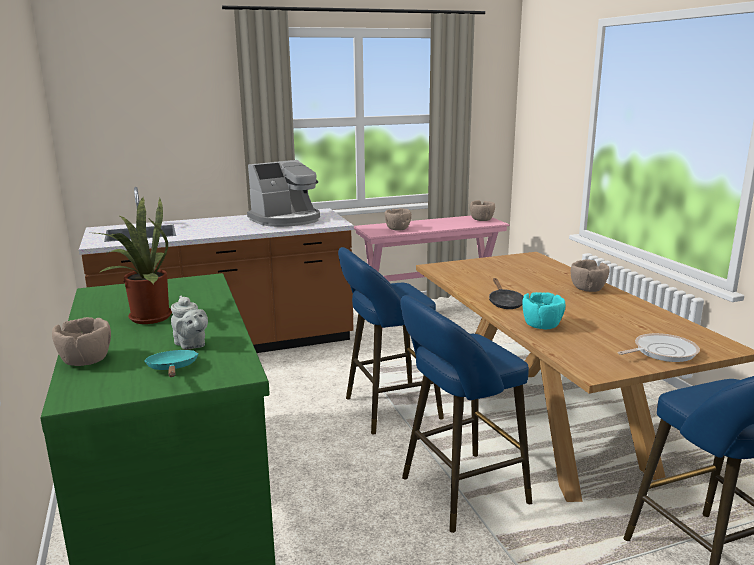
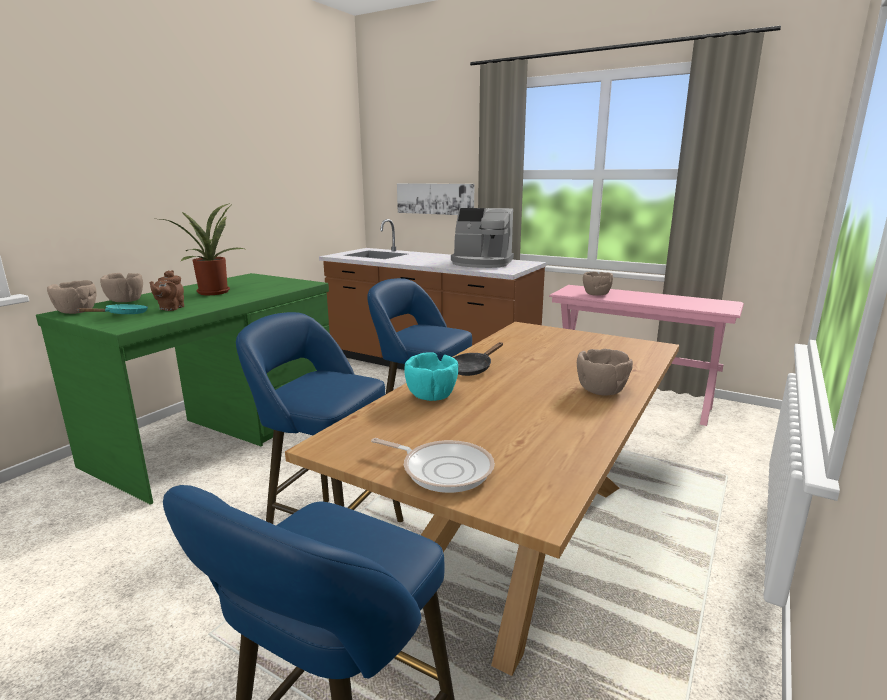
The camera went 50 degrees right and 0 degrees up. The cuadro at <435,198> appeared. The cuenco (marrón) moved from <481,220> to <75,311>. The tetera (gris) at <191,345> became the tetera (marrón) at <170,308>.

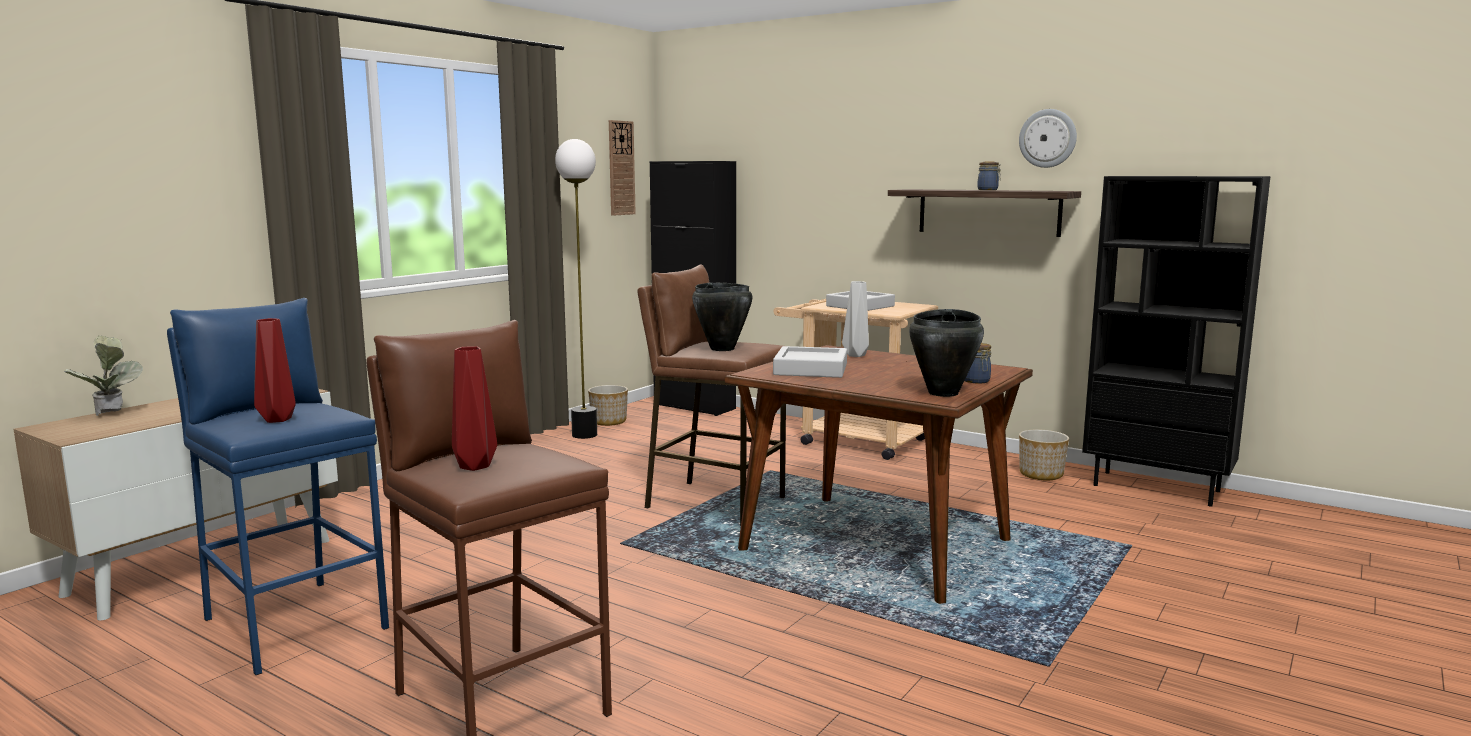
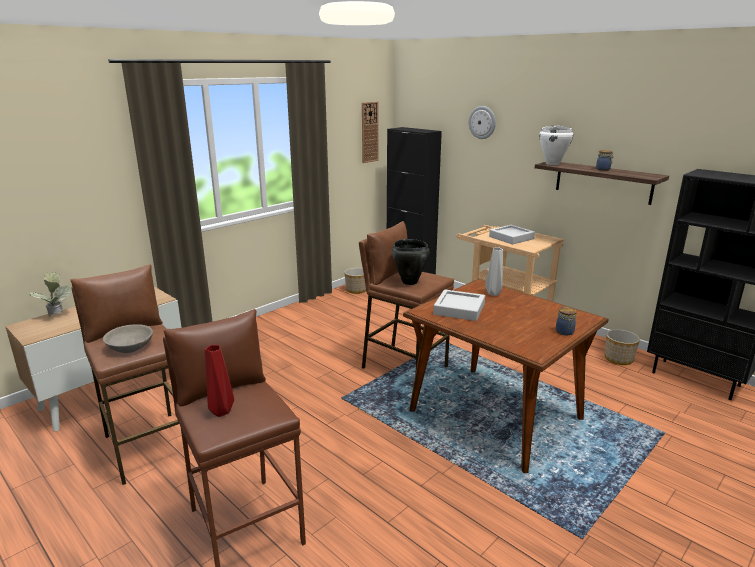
The camera went 10 degrees right and 10 degrees up. The lámpara de pie at <584,435> disappeared. The olla (negro) at <944,393> disappeared. The olla (blanco) at <553,163> appeared. The reloj de pared moved from <1048,138> to <482,122>. The florero (rojo) at <279,420> was replaced by the cuenco (gris) at <130,346>. The taburete (azul) at <294,623> became the taburete (marrón) at <150,445>.

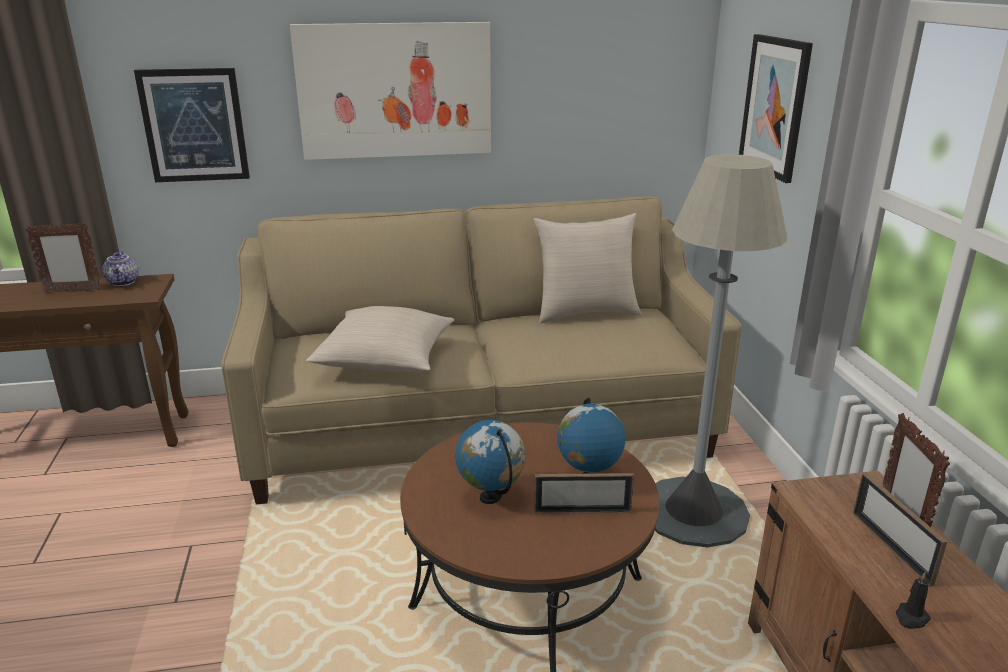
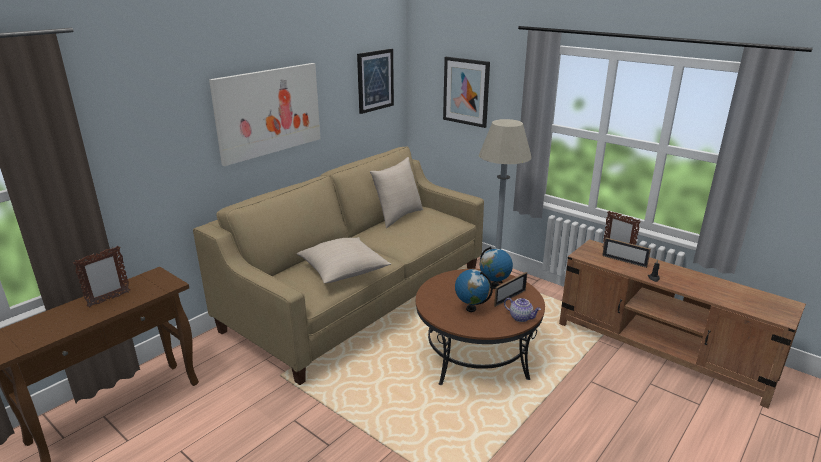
The camera went 40 degrees left and 0 degrees up. The tetera moved from <124,282> to <521,317>. The cuadro moved from <194,125> to <375,80>.

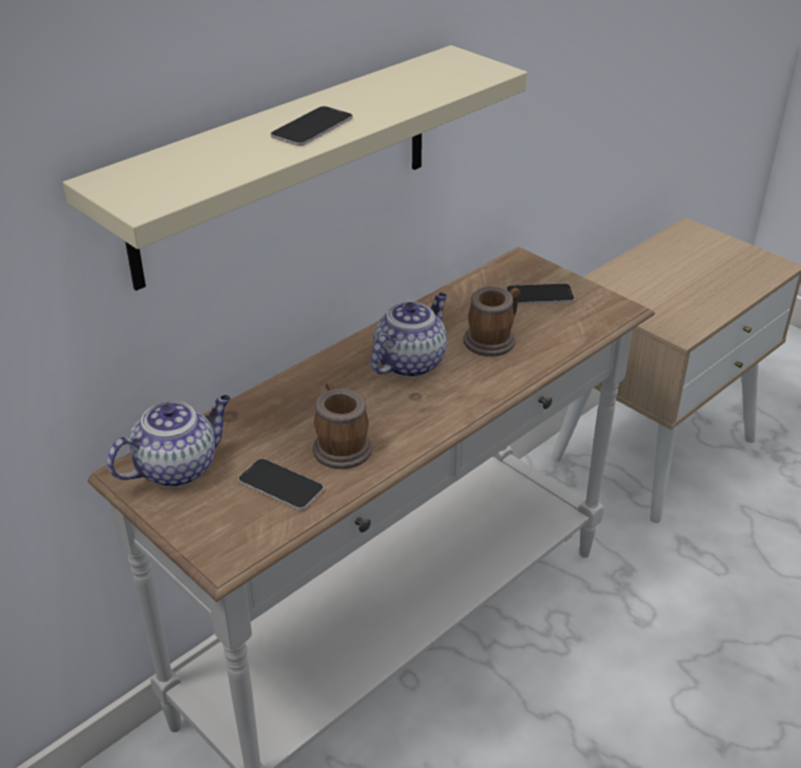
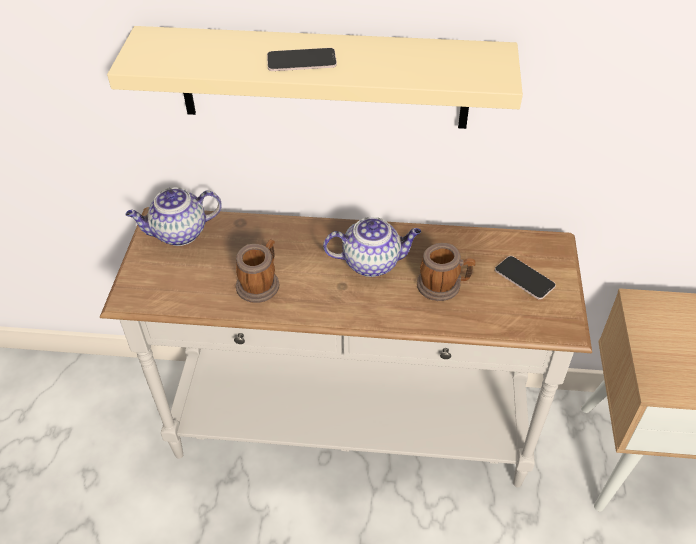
The camera went 50 degrees right and 10 degrees up. The móvil at <281,485> disappeared. The tetera at <178,467> turned 150 degrees clockwise.

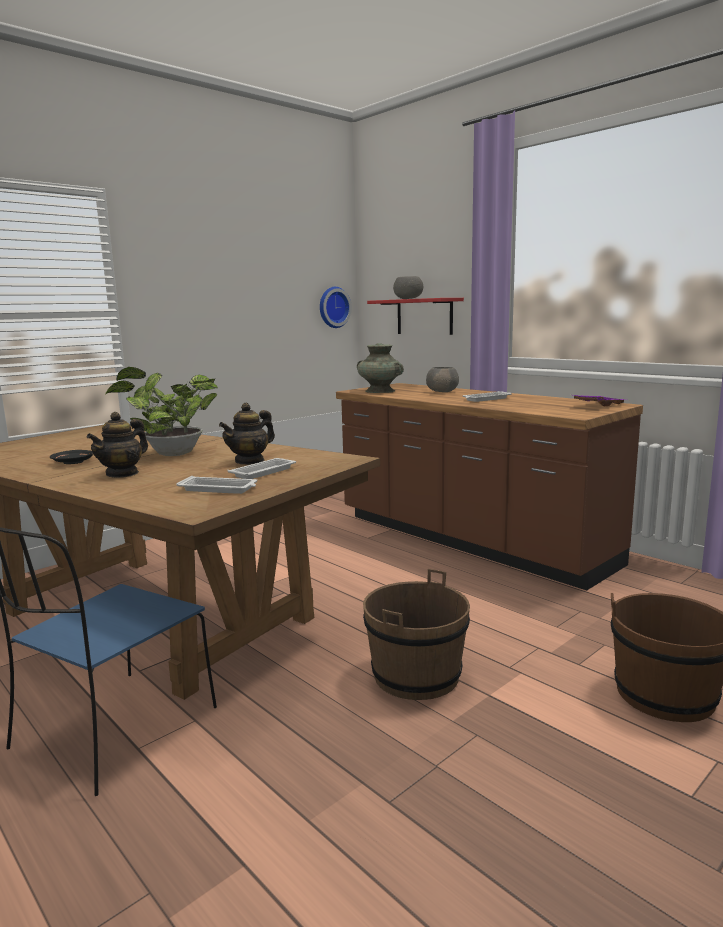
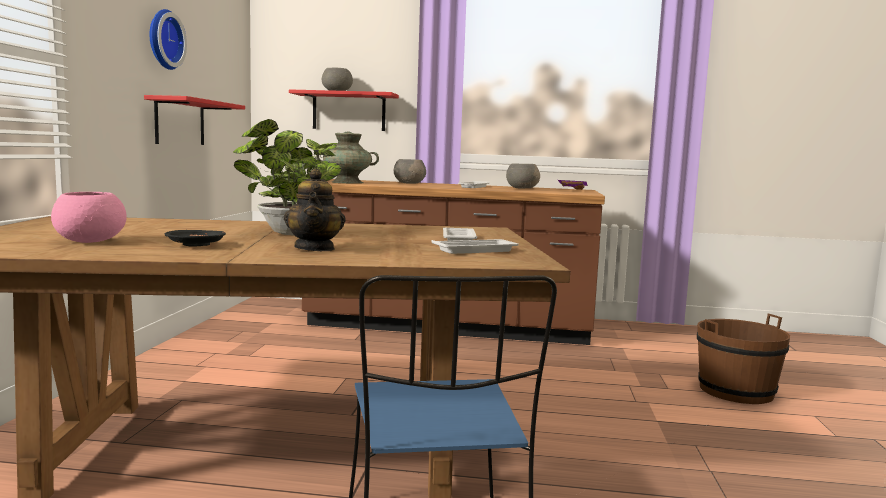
The camera went 40 degrees left and 5 degrees down. The tetera at <250,461> disappeared. The cubo (marrón) at <416,675> disappeared. The cuenco (rosa) at <89,241> appeared. The estante (rojo) at <180,122> appeared. The cuenco (gris) at <521,188> appeared. The reloj de pared moved from <333,307> to <163,39>.

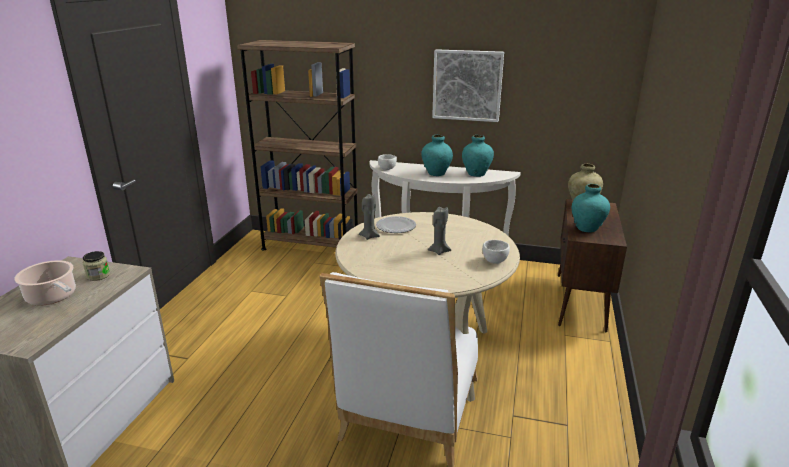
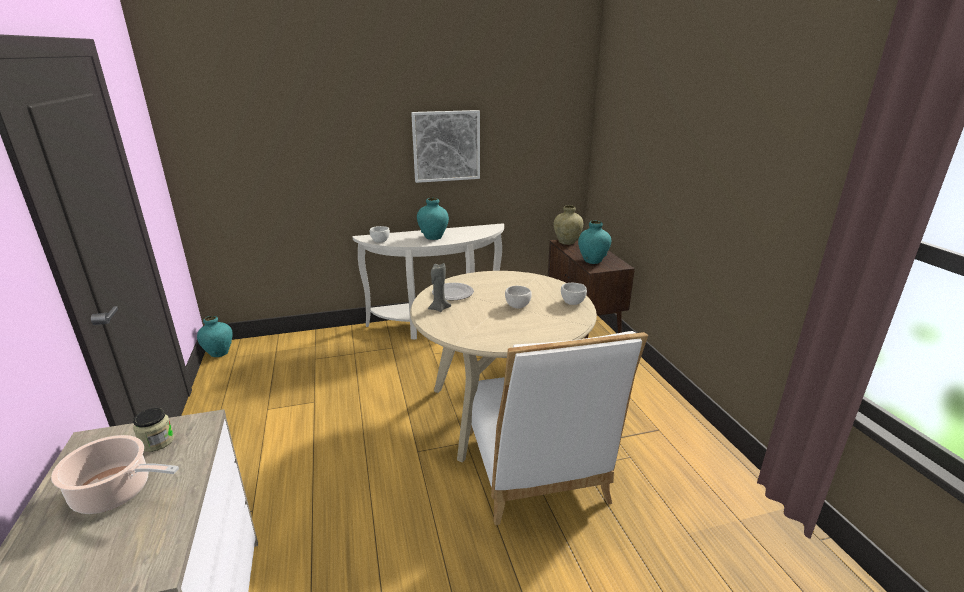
The camera went 30 degrees left and 0 degrees up. The estantería (marrón) at <310,246> disappeared. The florero (turquesa) moved from <476,174> to <219,353>. The vela (gris) at <439,251> was replaced by the cuenco (blanco) at <518,306>.

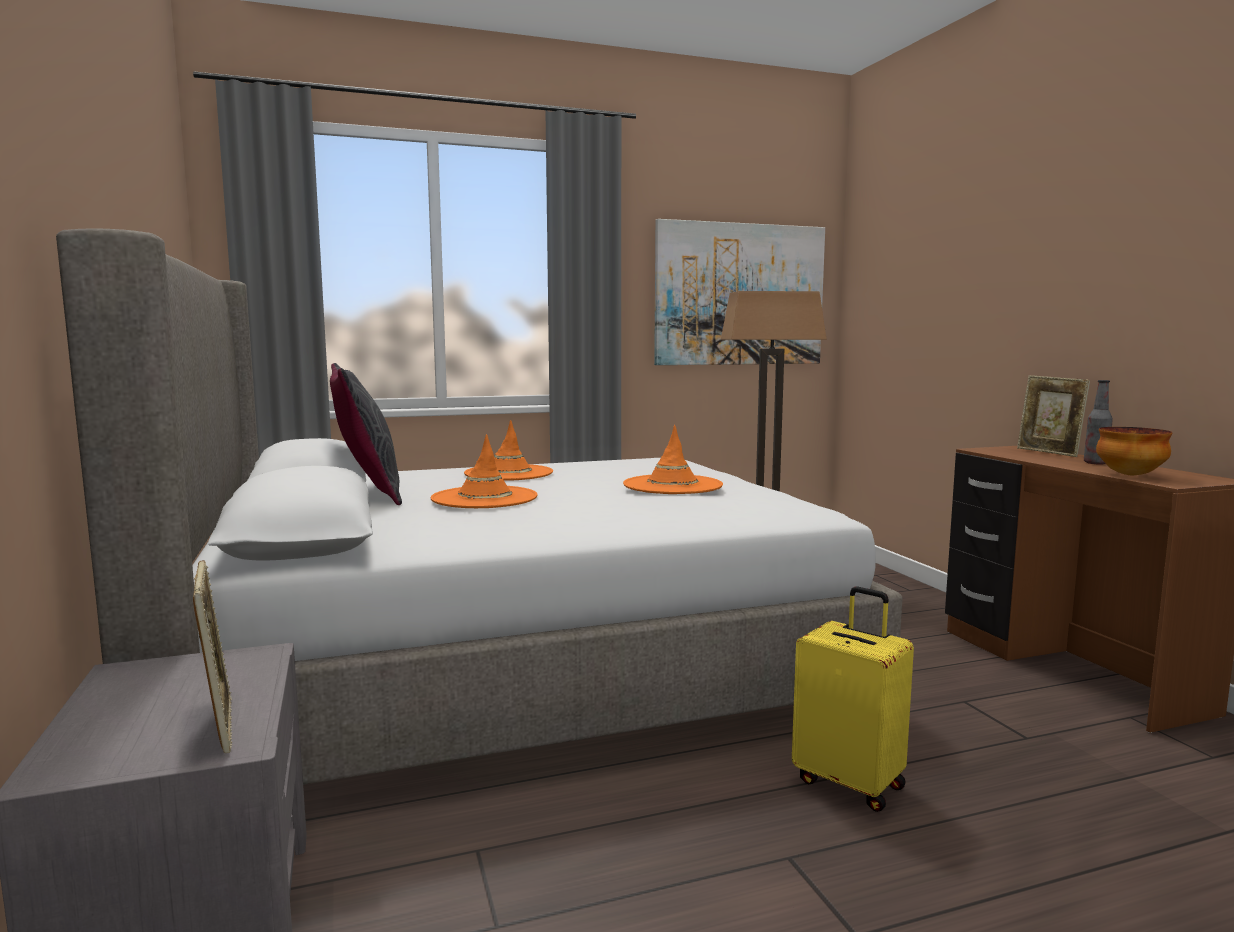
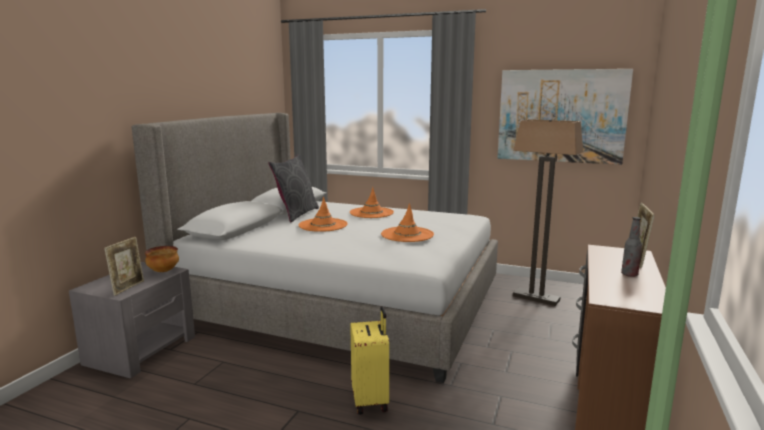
The camera went 40 degrees right and 5 degrees up. The cuenco moved from <1130,475> to <164,271>.

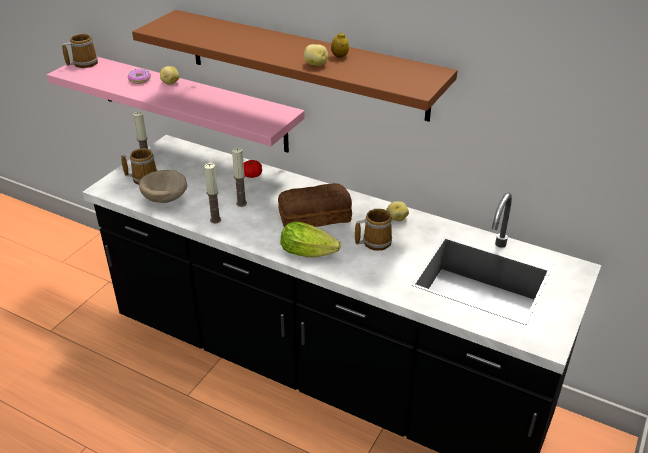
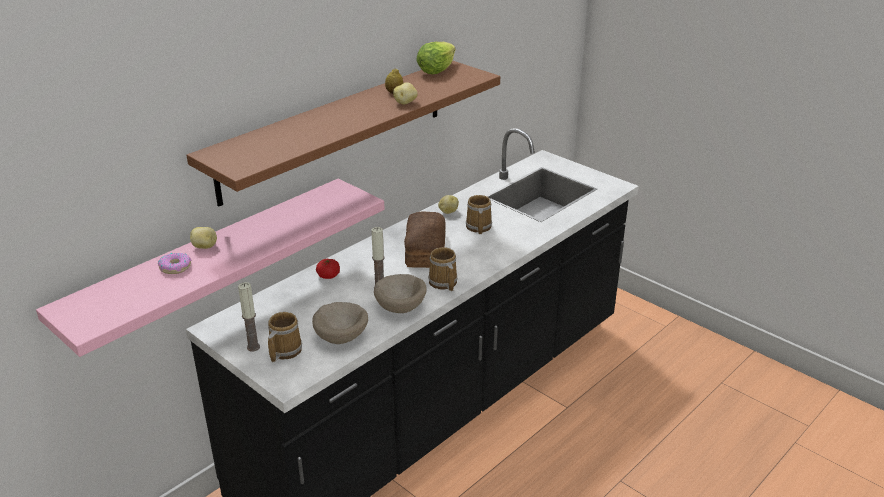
The camera went 75 degrees left and 5 degrees down. The taza grande moved from <83,63> to <442,283>. The lechuga moved from <311,252> to <438,69>. The vela at <215,220> was replaced by the cuenco (beis) at <401,306>.

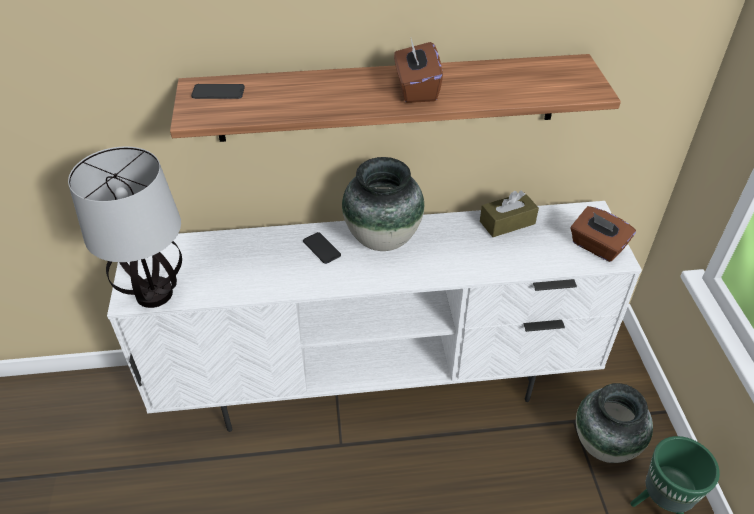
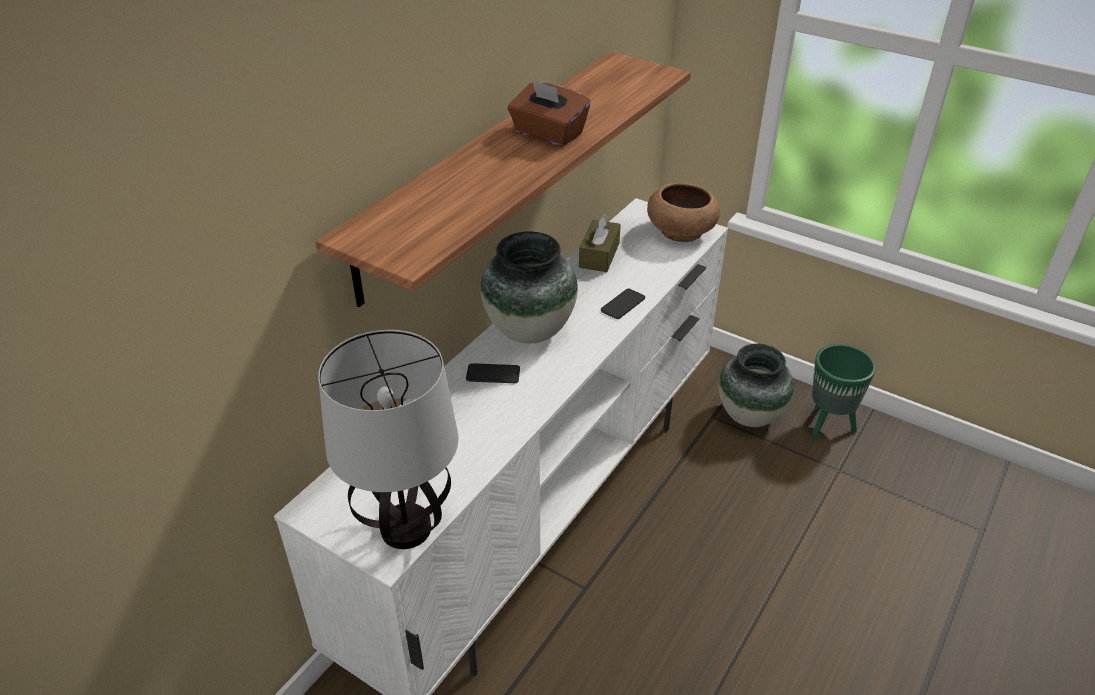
The camera went 50 degrees left and 5 degrees down. The móvil moved from <218,92> to <623,304>. The caja de pañuelos (marrón) at <597,246> was replaced by the cuenco (marrón) at <681,231>.

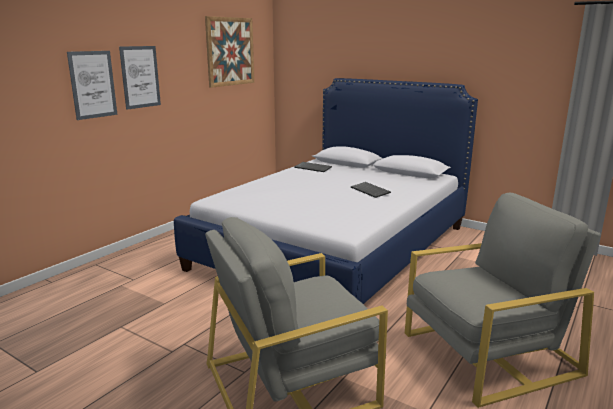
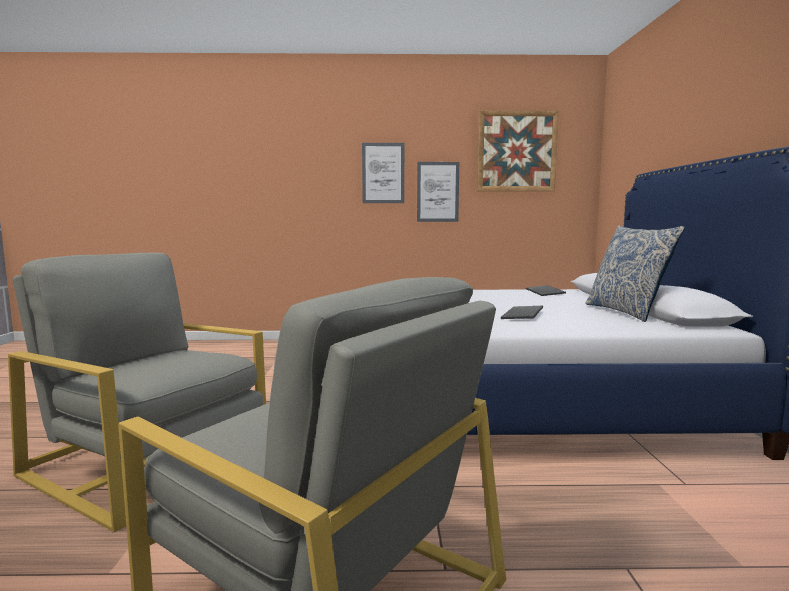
The camera went 55 degrees right and 10 degrees down. The cojín at <627,312> appeared. The cuadro moved from <93,84> to <437,192>.

